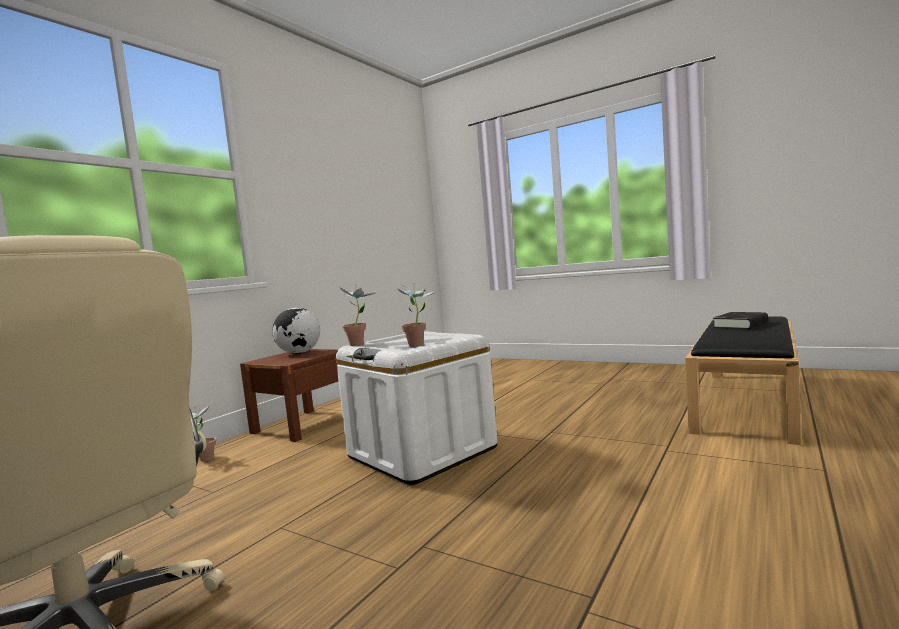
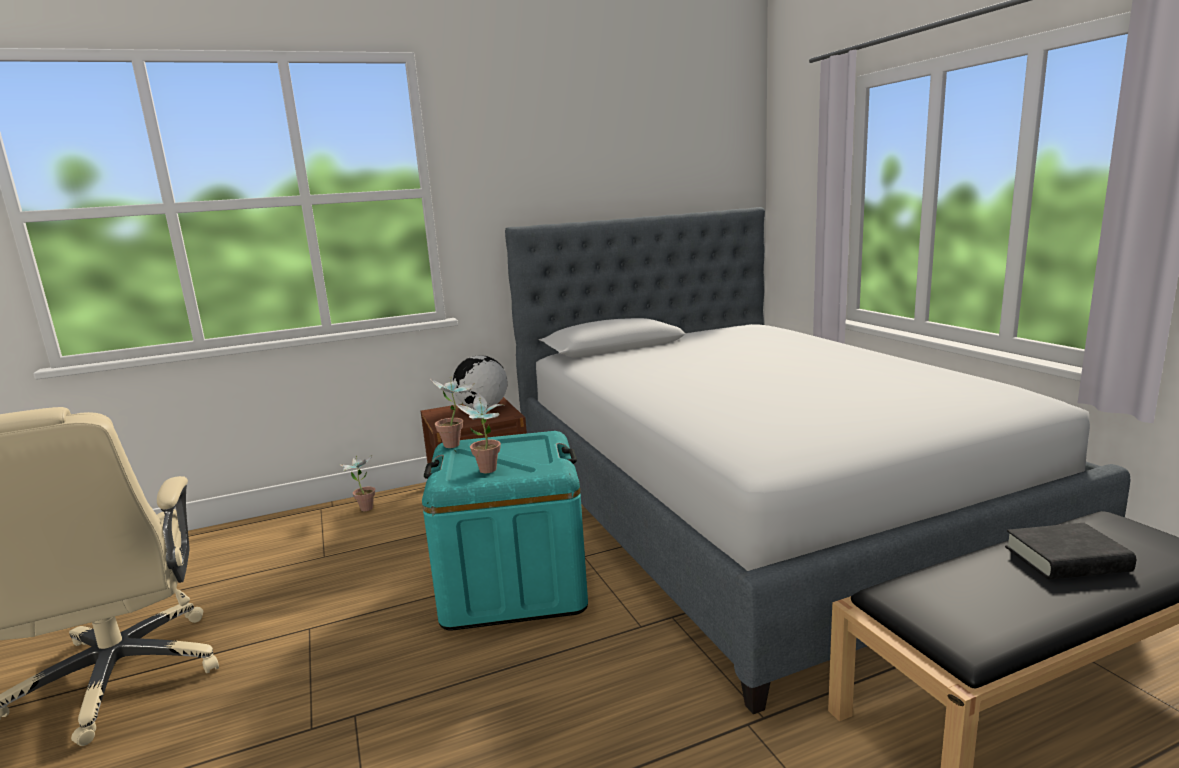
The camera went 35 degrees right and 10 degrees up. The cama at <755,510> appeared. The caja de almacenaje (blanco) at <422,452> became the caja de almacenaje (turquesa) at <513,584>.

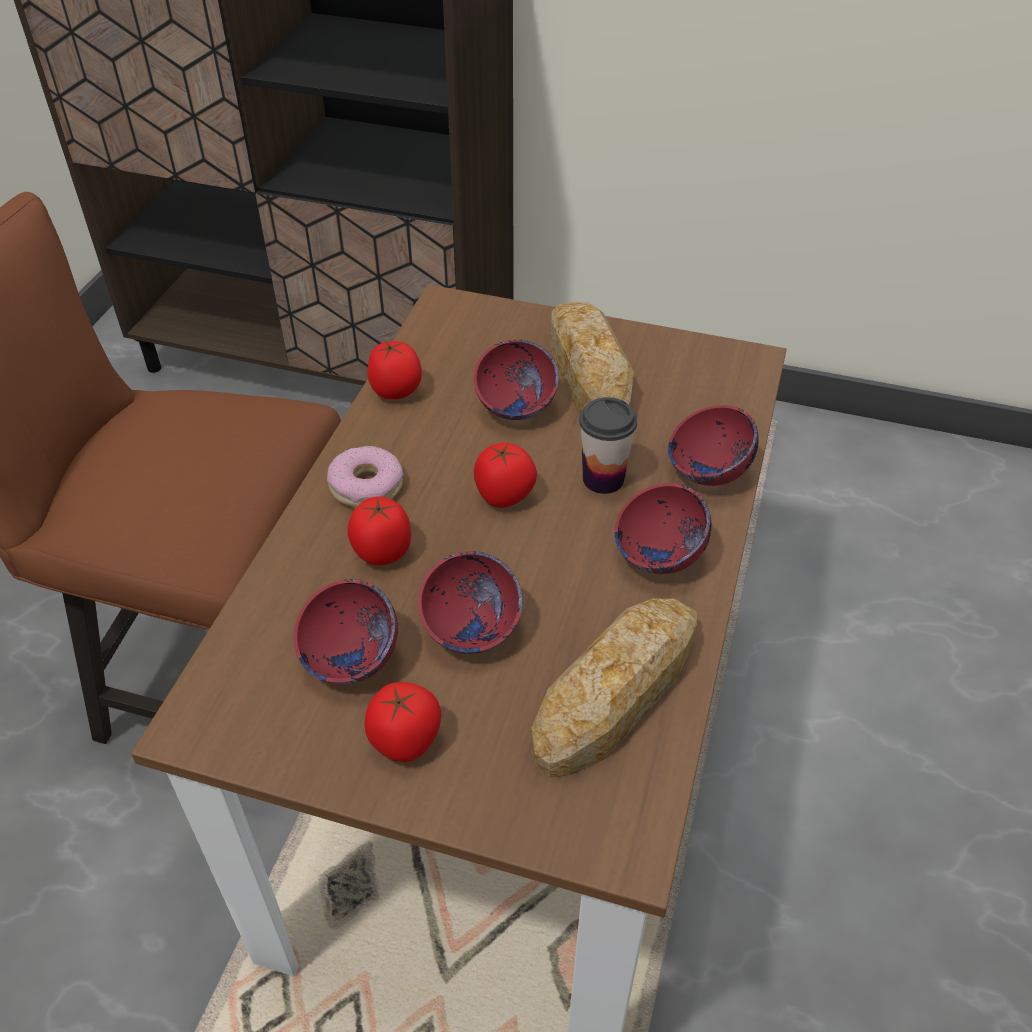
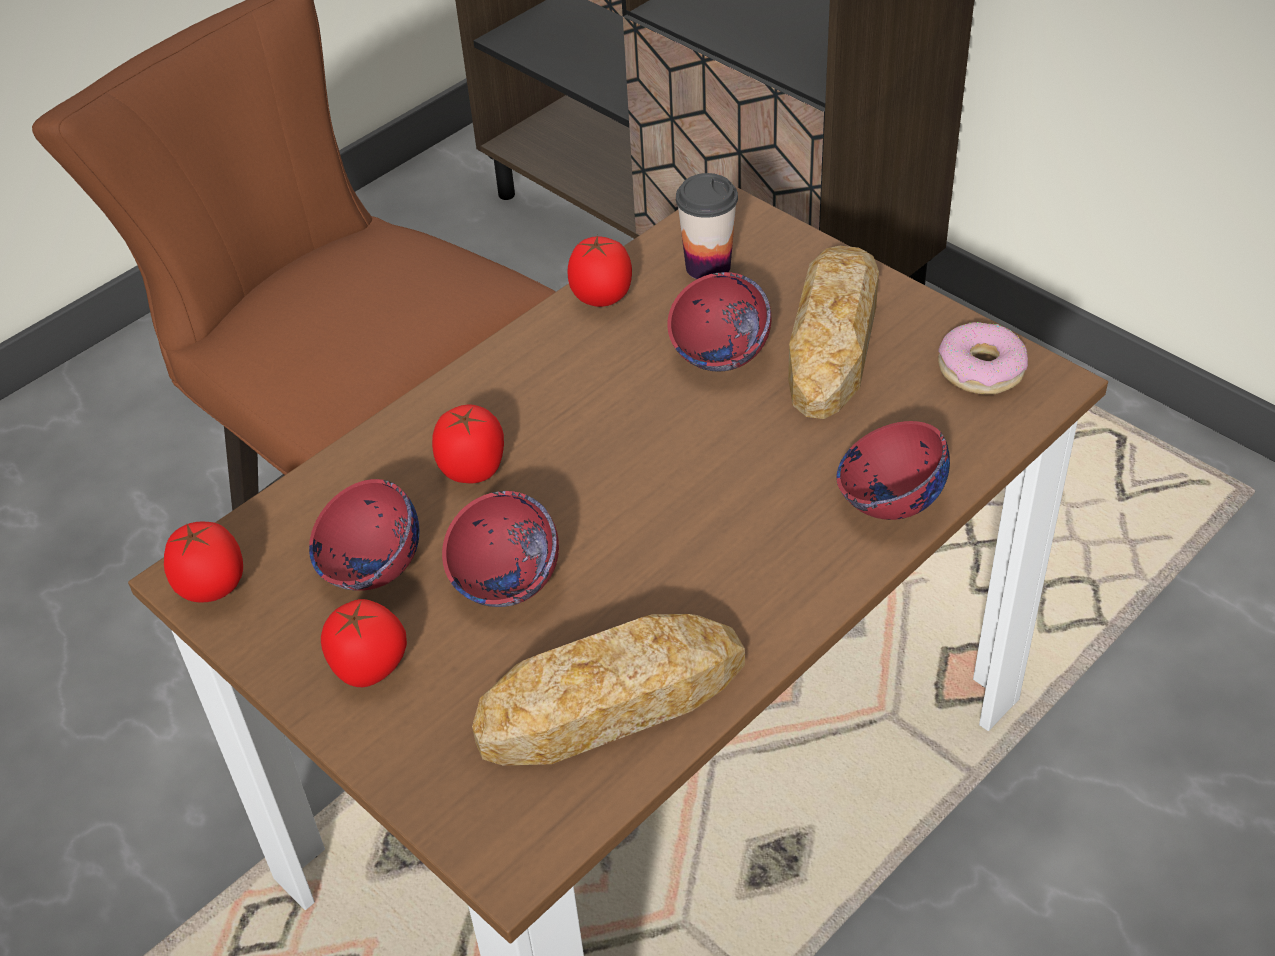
The camera went 30 degrees right and 0 degrees up. The cuenco (rojo) at <658,556> disappeared. The rosquilla moved from <366,486> to <980,369>. The tomate moved from <505,497> to <213,588>. The taza moved from <603,479> to <708,266>.

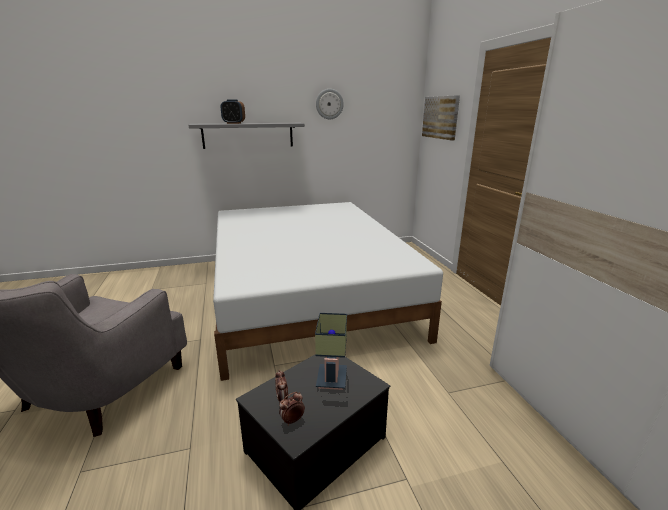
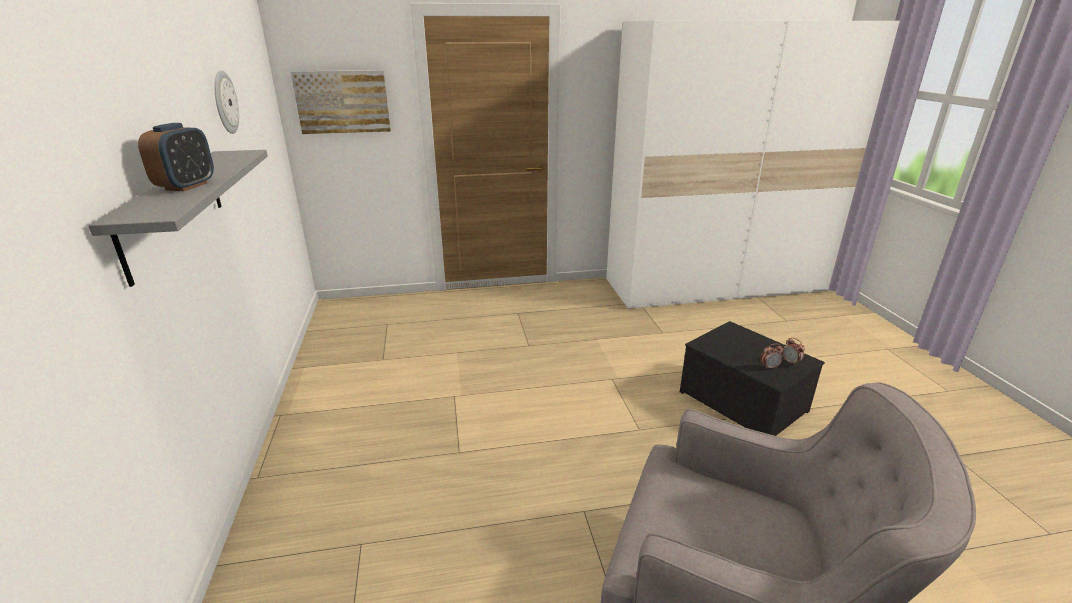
The camera went 85 degrees left and 5 degrees up. The cama (blanco) at <307,293> disappeared. The lámpara de mesa at <333,380> disappeared.

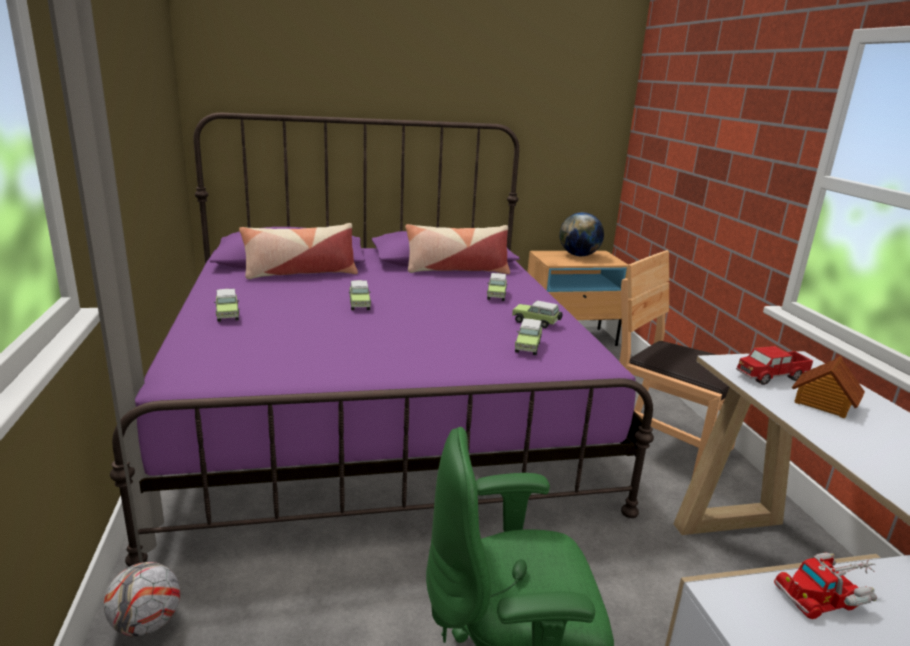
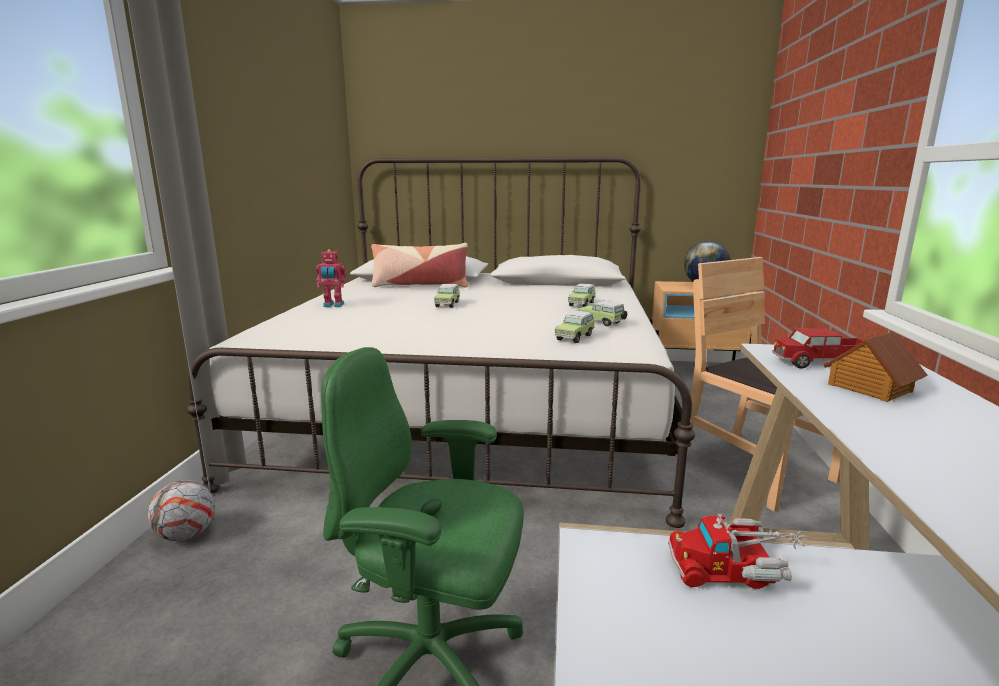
The camera went 20 degrees right and 5 degrees down. The cojín at <456,270> disappeared. The coche de juguete at <227,314> was replaced by the robot de juguete at <333,305>. The cama (morado) at <378,409> became the cama (blanco) at <472,409>.

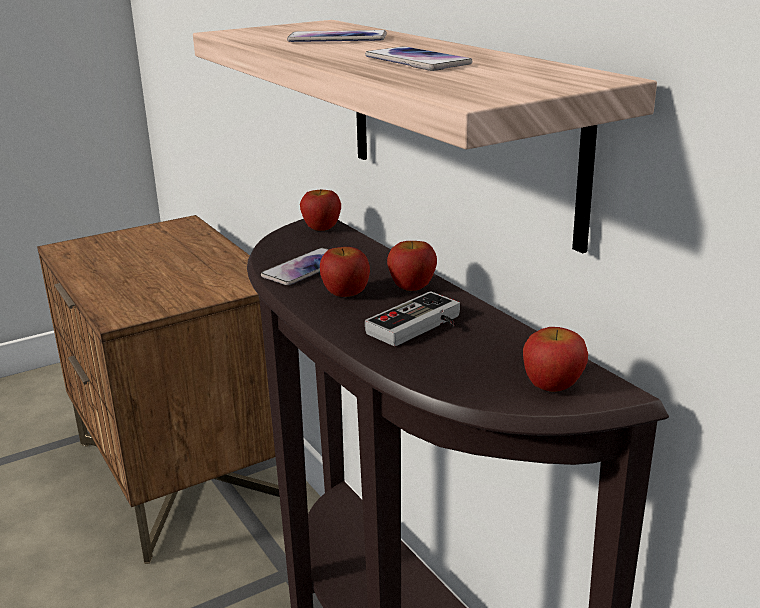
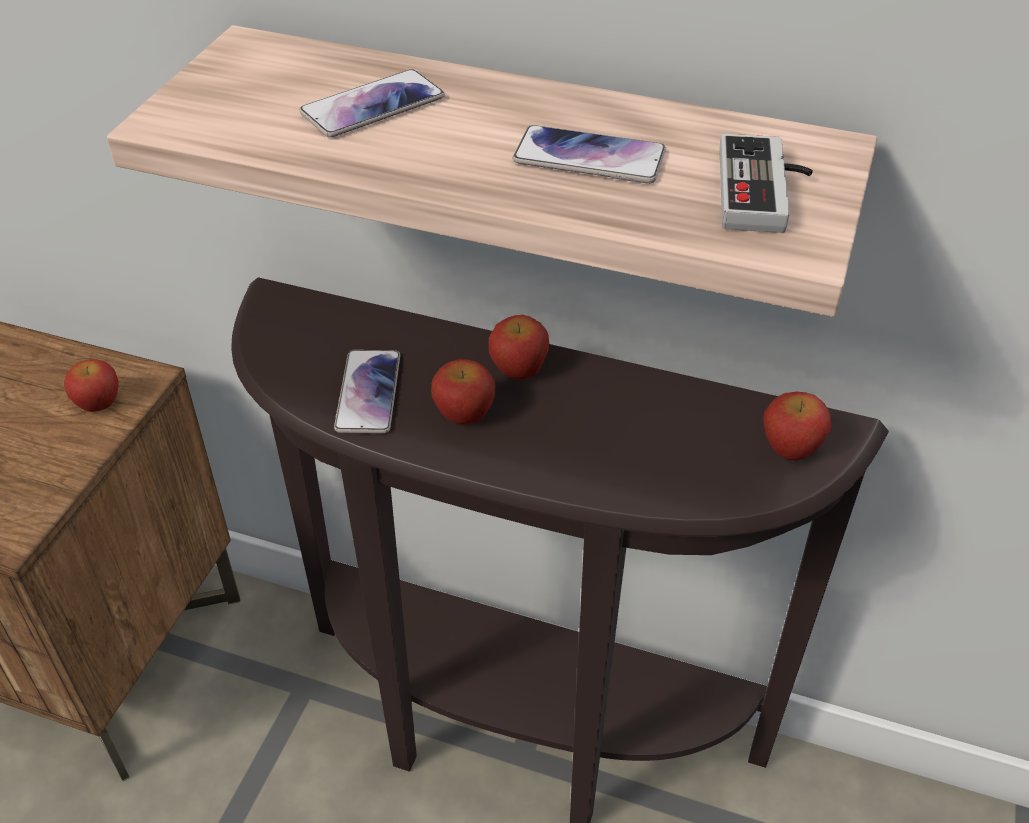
The camera went 40 degrees left and 20 degrees up. The manzana moved from <322,228> to <99,403>. The mando de consola moved from <420,327> to <765,192>.

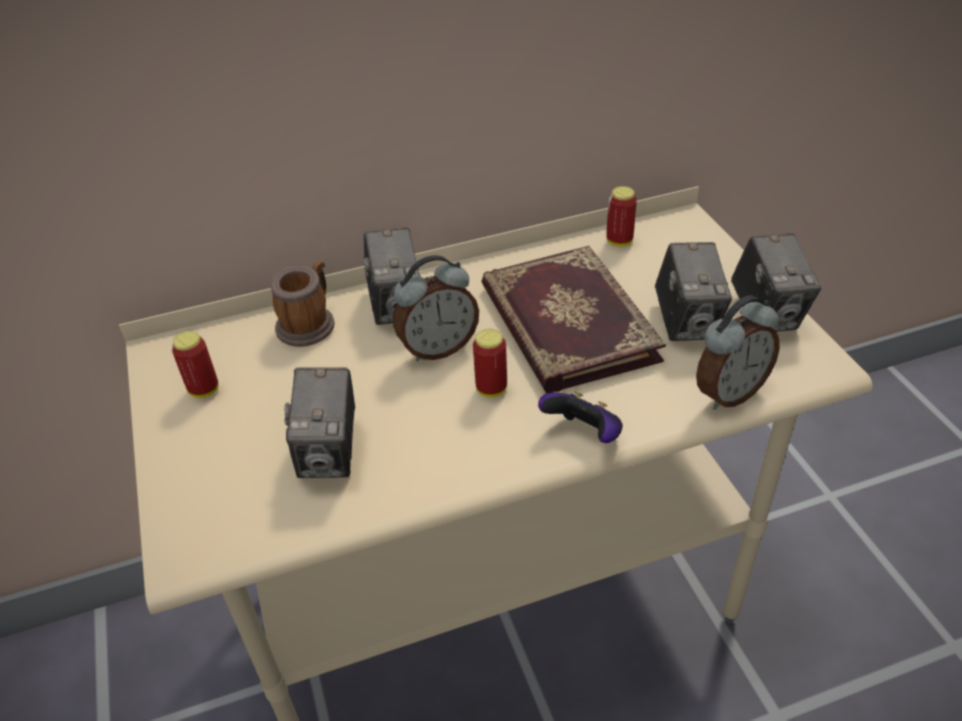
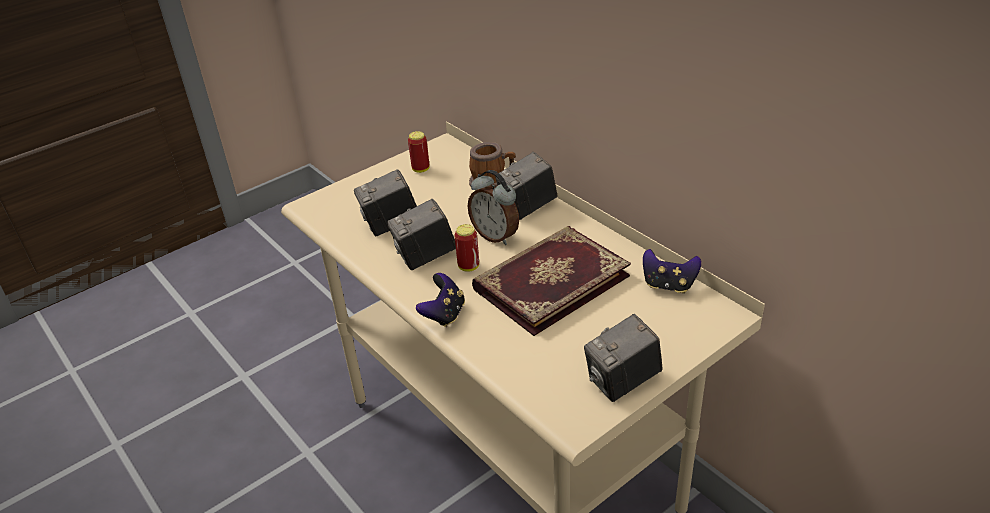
The camera went 70 degrees right and 5 degrees down. The despertador at <729,393> disappeared. The cámara moved from <687,322> to <425,257>. The lata at <619,241> was replaced by the mando de consola at <668,285>.

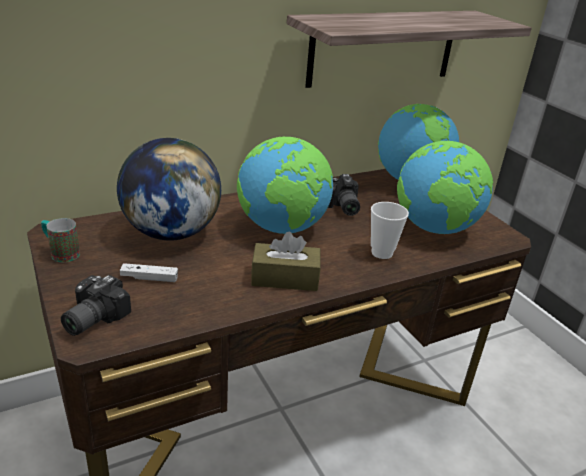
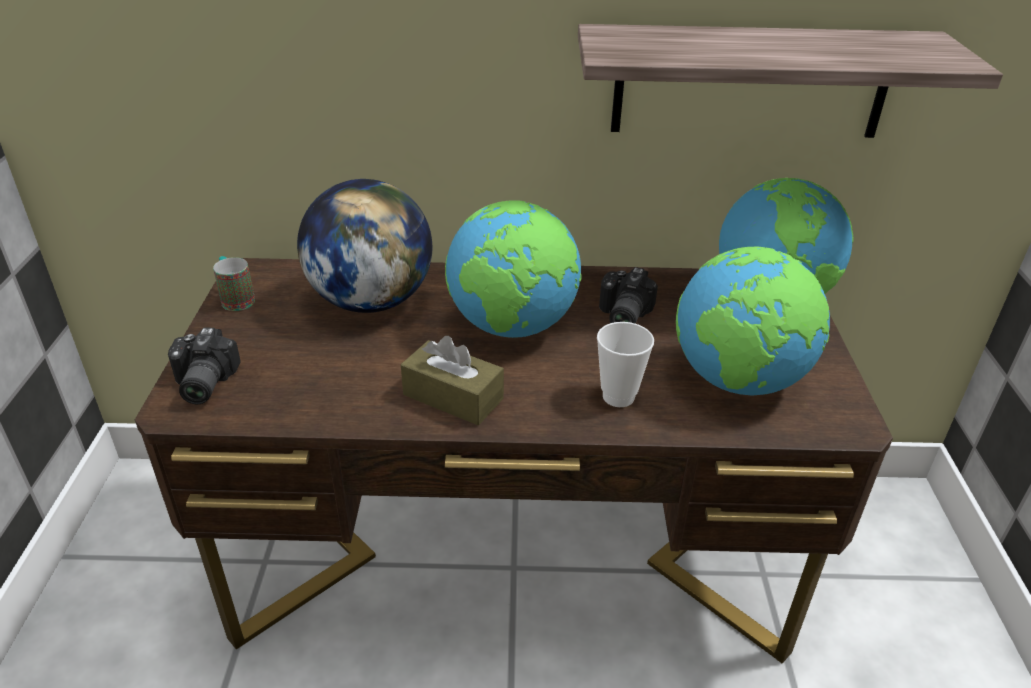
The camera went 30 degrees right and 5 degrees up. The mando de consola (blanco) at <149,278> disappeared. The cámara at <91,318> turned 60 degrees counterclockwise.

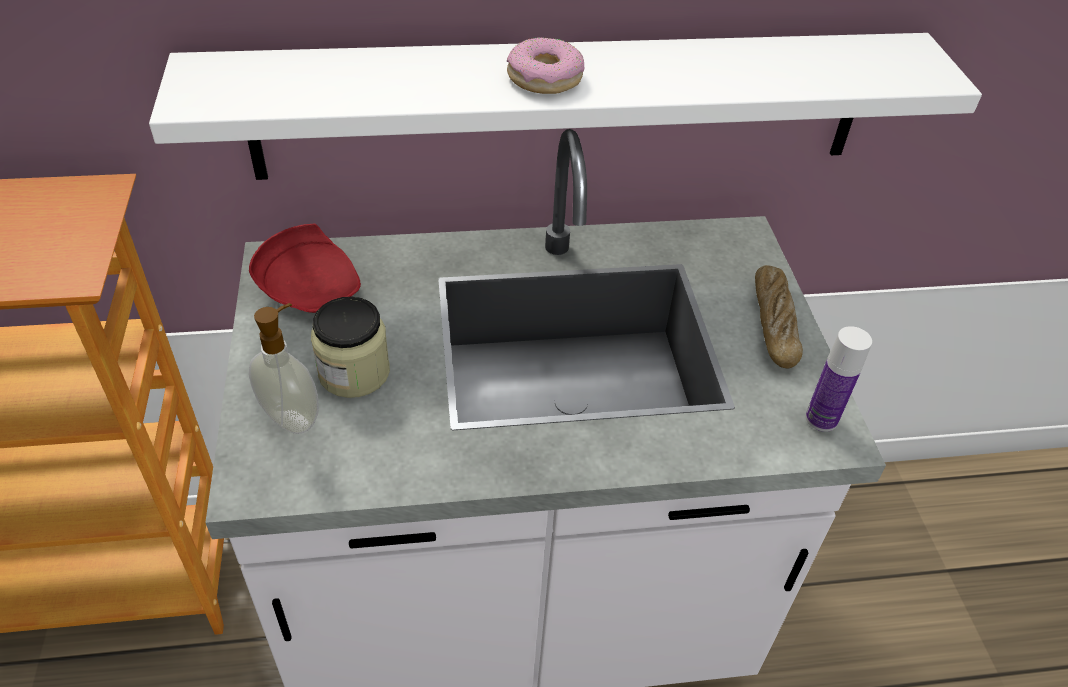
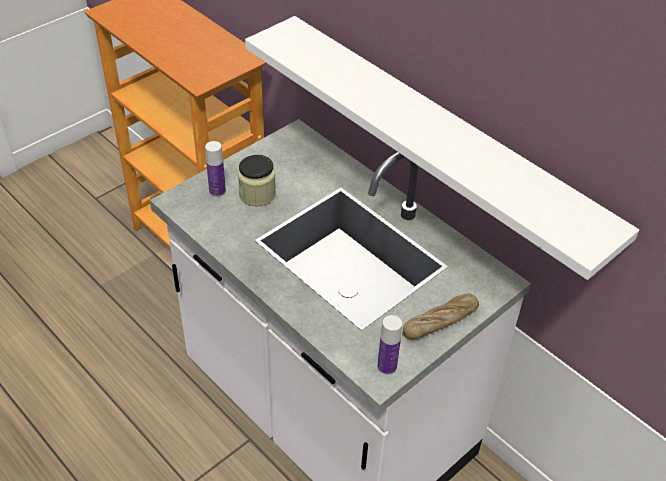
The camera went 55 degrees right and 0 degrees up. The plato (rojo) at <312,288> disappeared. The rosquilla at <544,78> disappeared. The dispensador de jabón at <292,417> was replaced by the botella at <217,191>.

